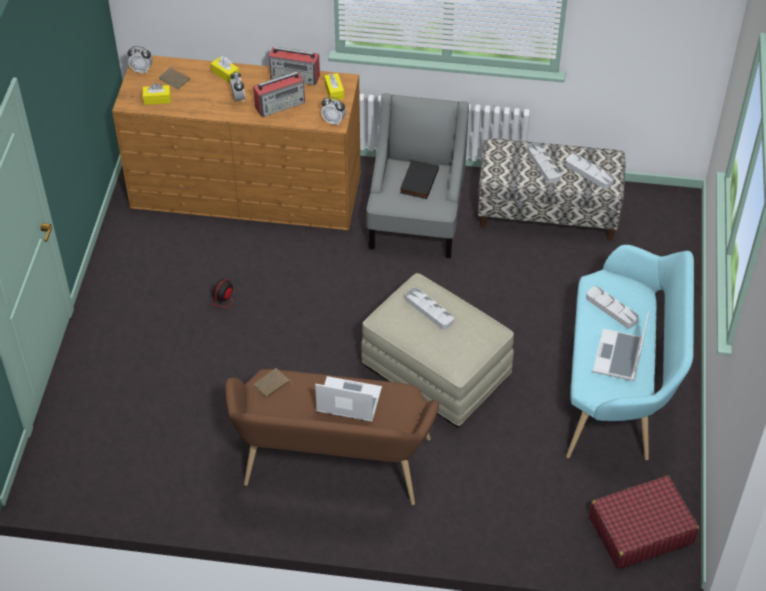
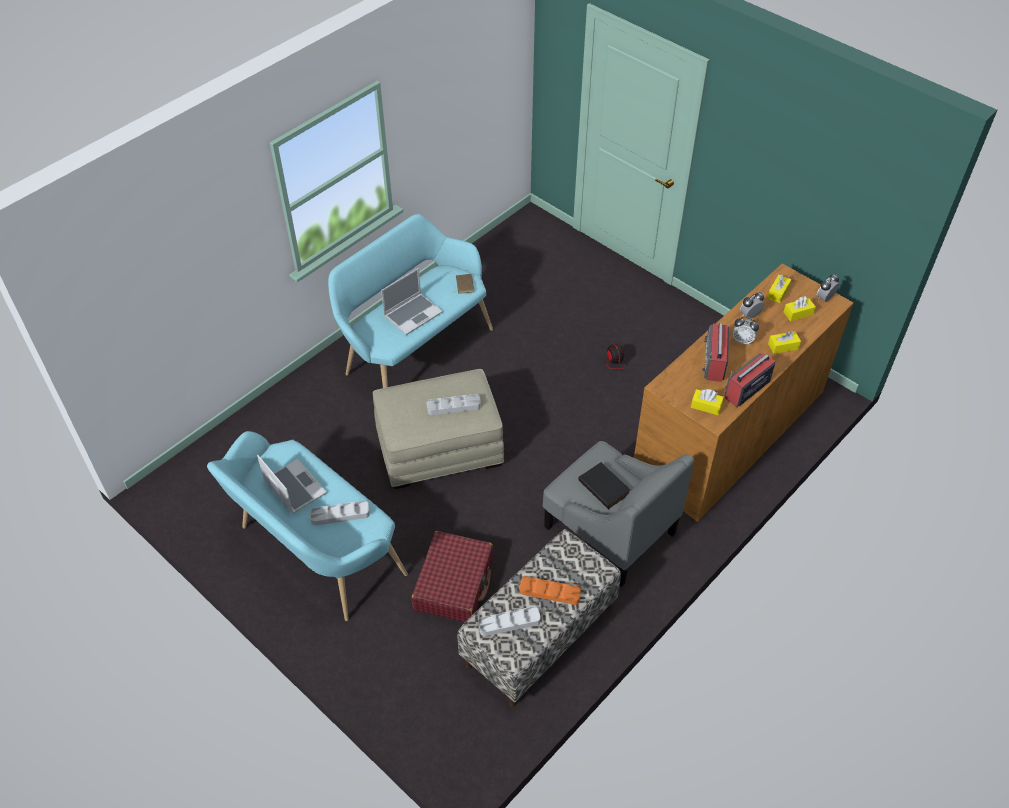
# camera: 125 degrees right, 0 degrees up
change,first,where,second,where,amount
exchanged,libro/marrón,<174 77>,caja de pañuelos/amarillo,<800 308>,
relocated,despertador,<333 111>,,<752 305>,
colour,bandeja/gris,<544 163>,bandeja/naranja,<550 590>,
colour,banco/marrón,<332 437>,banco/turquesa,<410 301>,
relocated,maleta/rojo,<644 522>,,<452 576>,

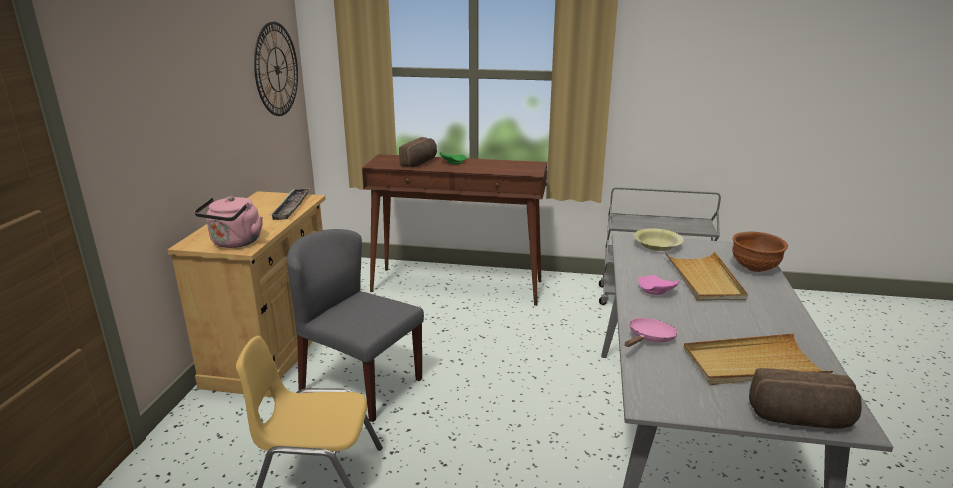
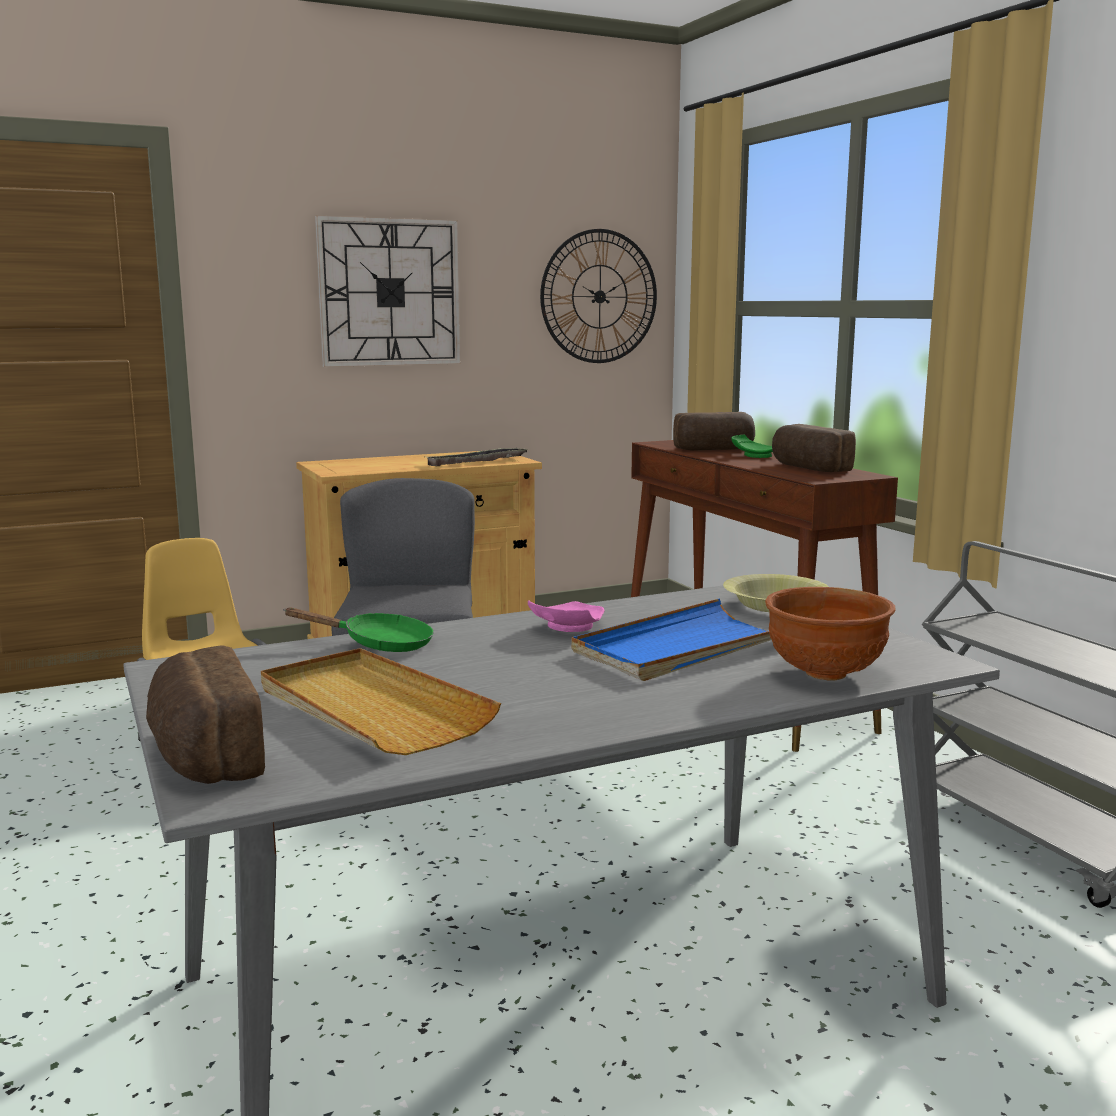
# camera: 55 degrees right, 10 degrees down
change,first,where,second,where,amount
missing,hervidor/rosa,<228 222>,,,
colour,bandeja/beis,<706 276>,bandeja/azul,<671 640>,
colour,sartén/rosa,<651 332>,sartén/verde,<358 629>,
appeared,,,reloj de pared,<388 291>,
appeared,,,pan,<814 448>,

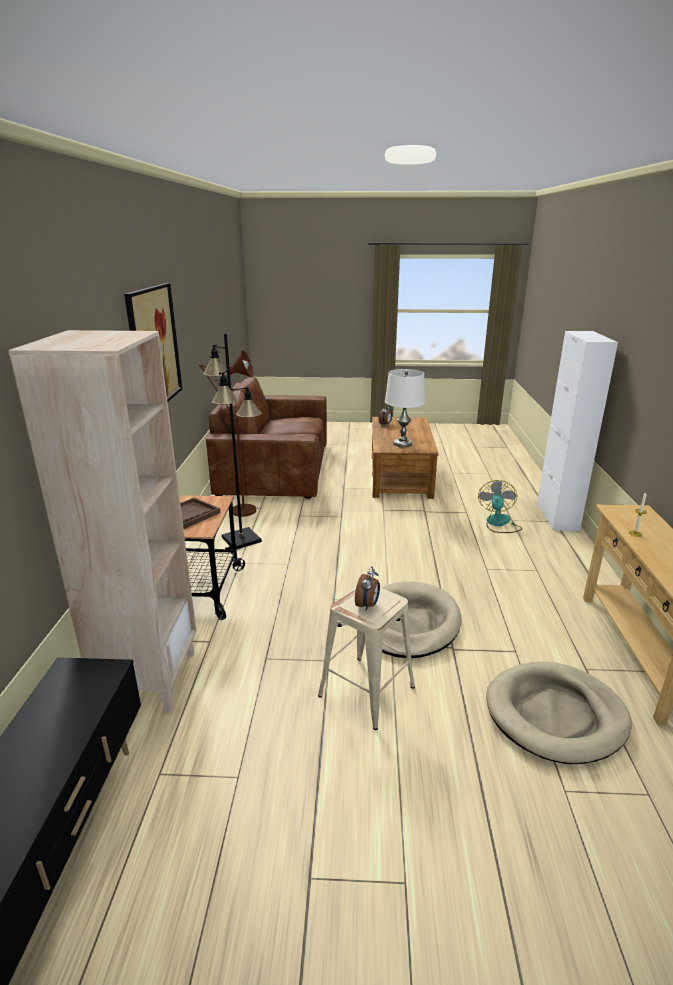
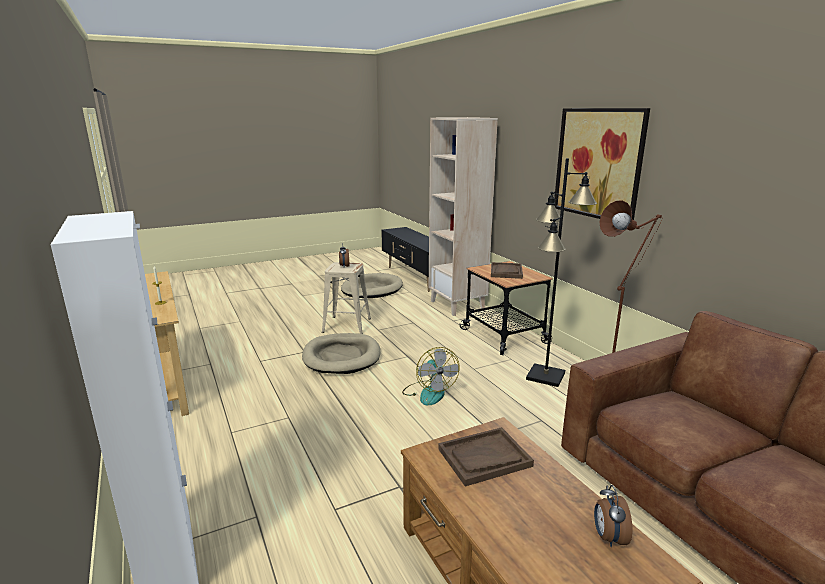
# camera: 150 degrees right, 5 degrees down
change,first,where,second,where,amount
exchanged,lámpara de mesa/blanco,<405 408>,bandeja/marrón,<486 456>,
relocated,ventilador,<500 506>,,<430 376>,
relocated,cama para perro/beis,<559 713>,,<372 285>,

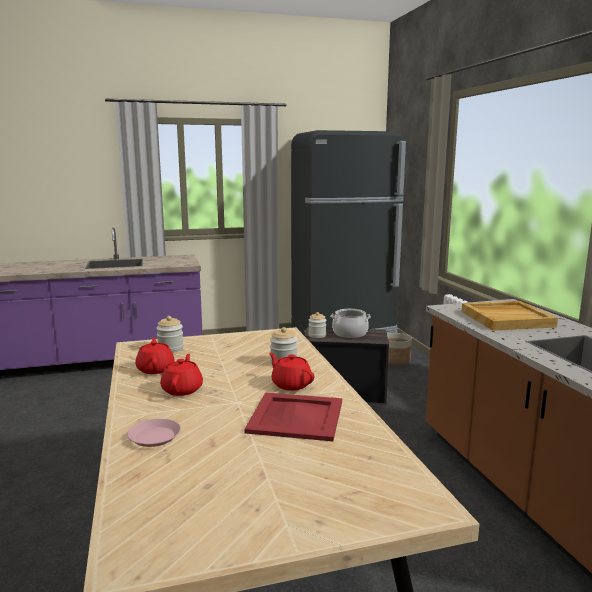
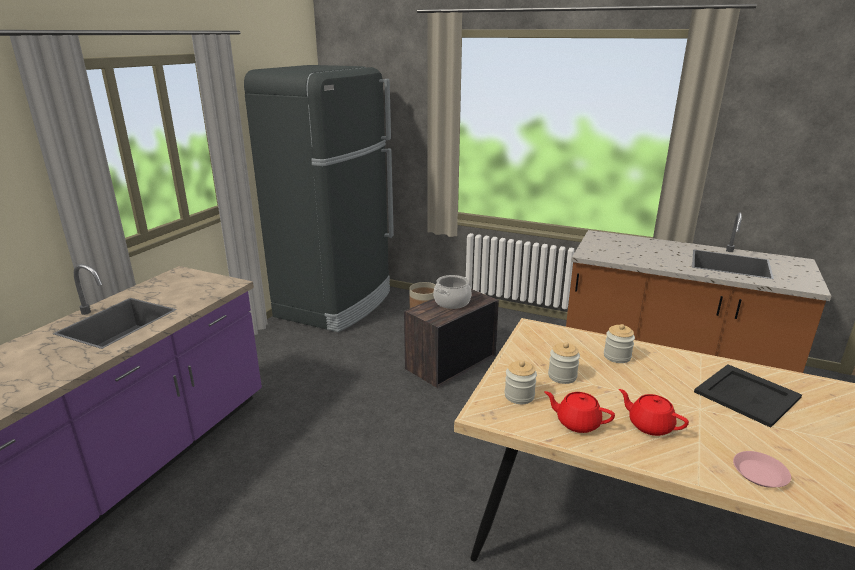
# camera: 50 degrees left, 10 degrees up
change,first,where,second,where,amount
missing,bandeja/beis,<510 316>,,,
relocated,tarro,<317 325>,,<564 363>,
missing,tetera/rojo,<291 372>,,,
colour,bandeja/rojo,<293 416>,bandeja/negro,<748 396>,

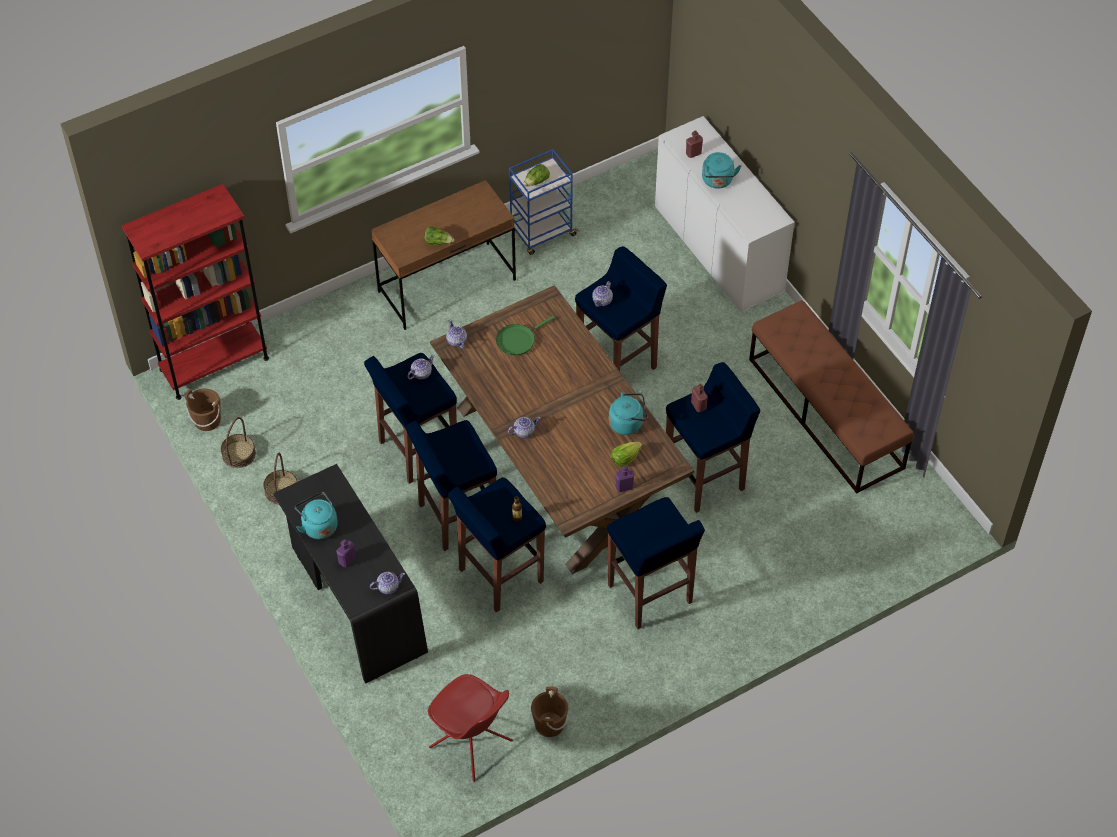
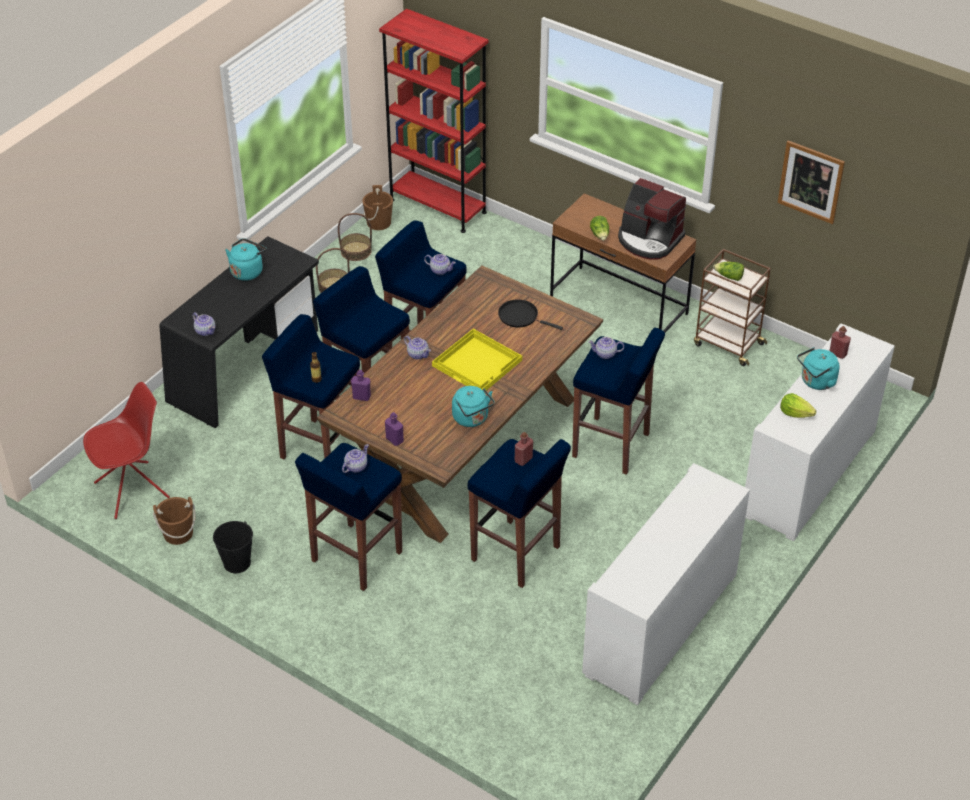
# camera: 65 degrees right, 10 degrees down
change,first,where,second,where,amount
colour,carrito/azul,<543 202>,carrito/marrón,<732 307>,
exchanged,banco/marrón,<831 397>,armario/blanco,<666 584>,
colour,sartén/verde,<525 336>,sartén/negro,<530 314>,
relocated,tetera,<456 334>,,<355 458>,
relocated,lechuga,<626 454>,,<798 405>,
relocated,botella/morado,<346 553>,,<361 385>,
spun,silla/rojo,<470 728>,,<126 450>,135 degrees counterclockwise
appeared,,,cuadro,<811 182>,
appeared,,,cafetera,<652 218>,
appeared,,,bandeja/amarillo,<477 359>,
appeared,,,cubo/negro,<233 547>,

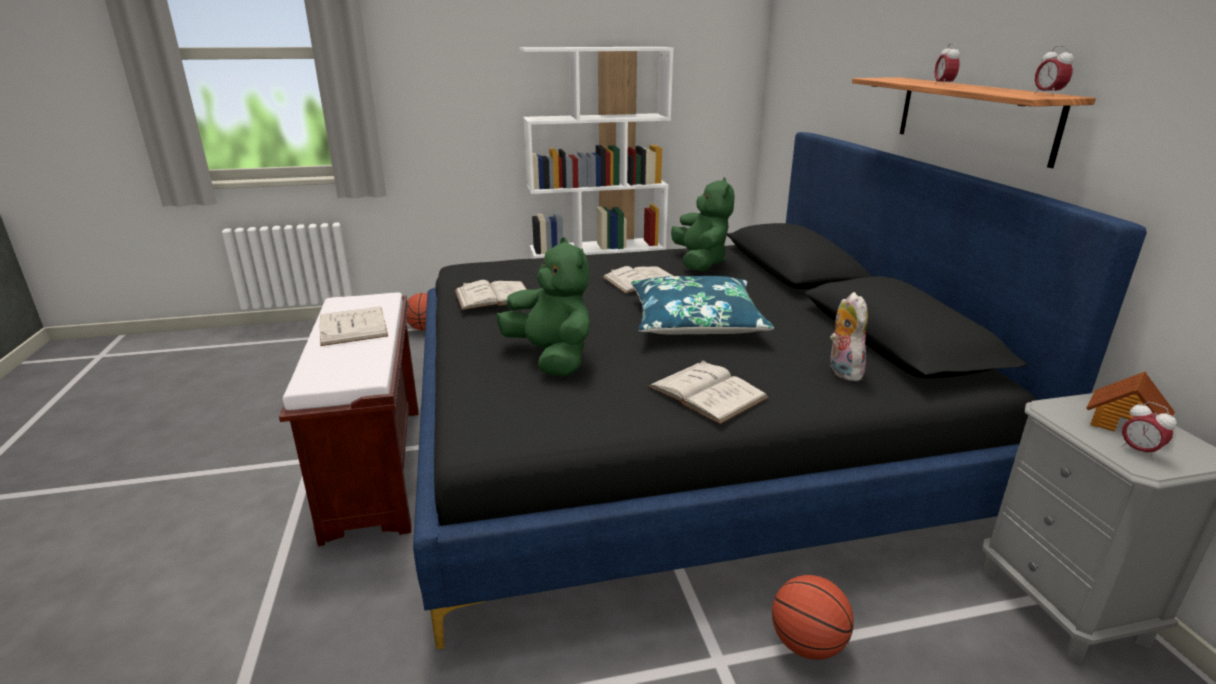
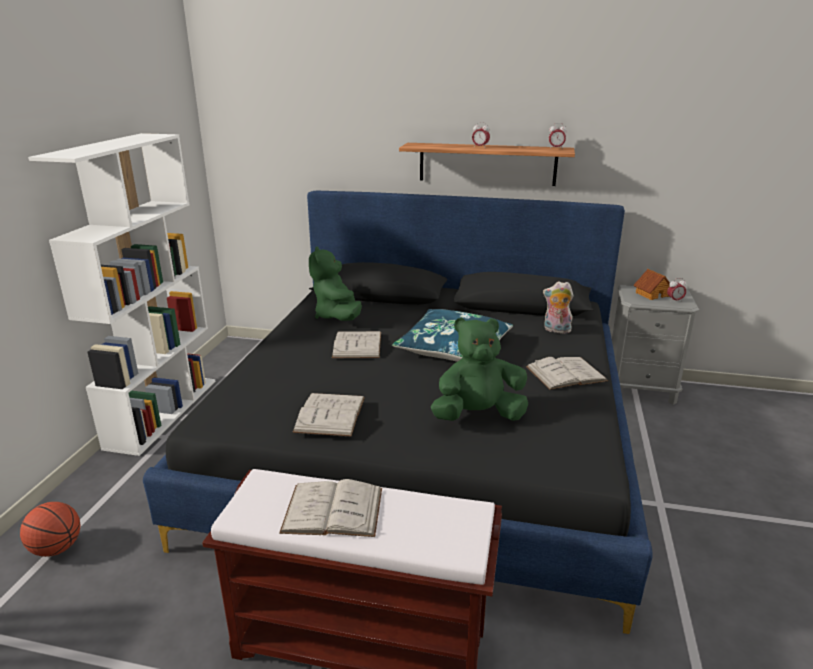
# camera: 65 degrees left, 0 degrees up
change,first,where,second,where,amount
spun,peluche/verde,<703 224>,,<335 283>,120 degrees counterclockwise
missing,balón de baloncesto,<813 617>,,,

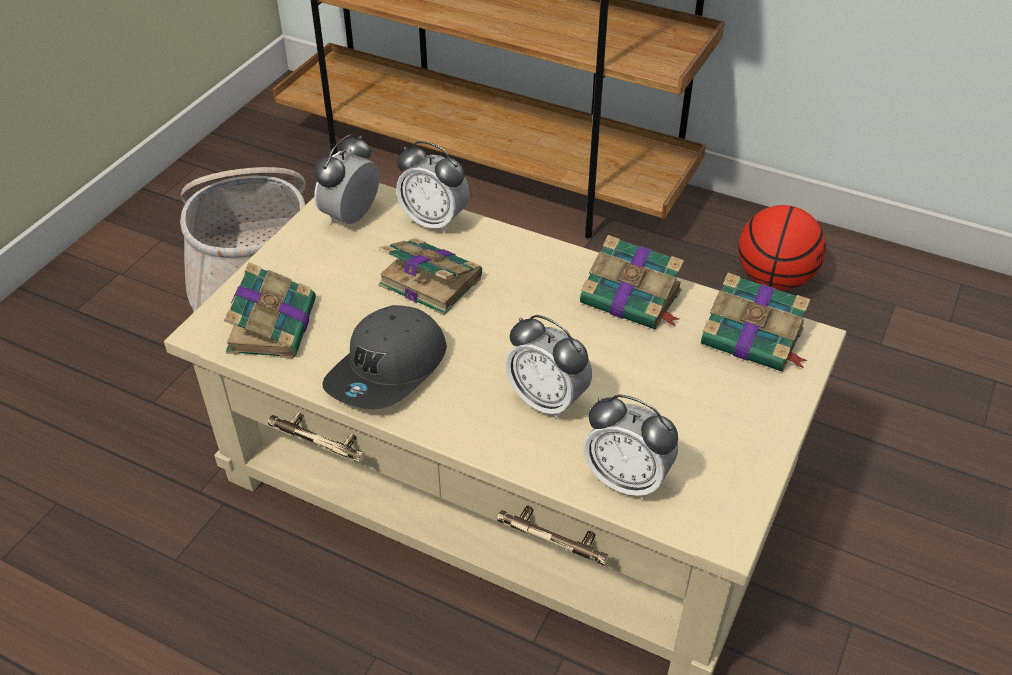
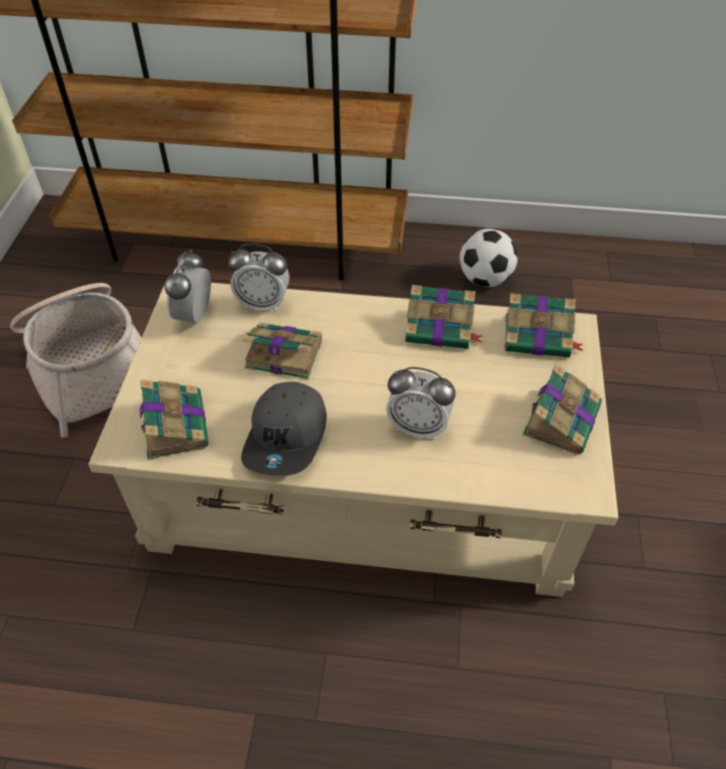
# camera: 20 degrees left, 5 degrees up
change,first,where,second,where,amount
exchanged,balón de baloncesto,<782 247>,balón de fútbol,<489 258>,
missing,despertador,<631 447>,,,
appeared,,,libro,<562 409>,

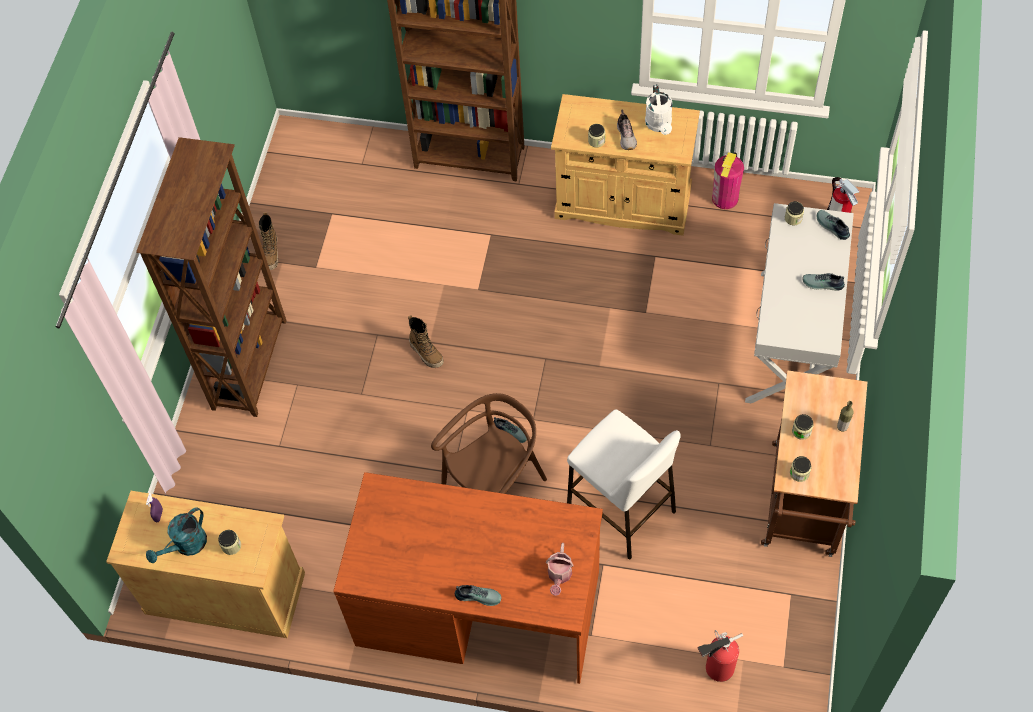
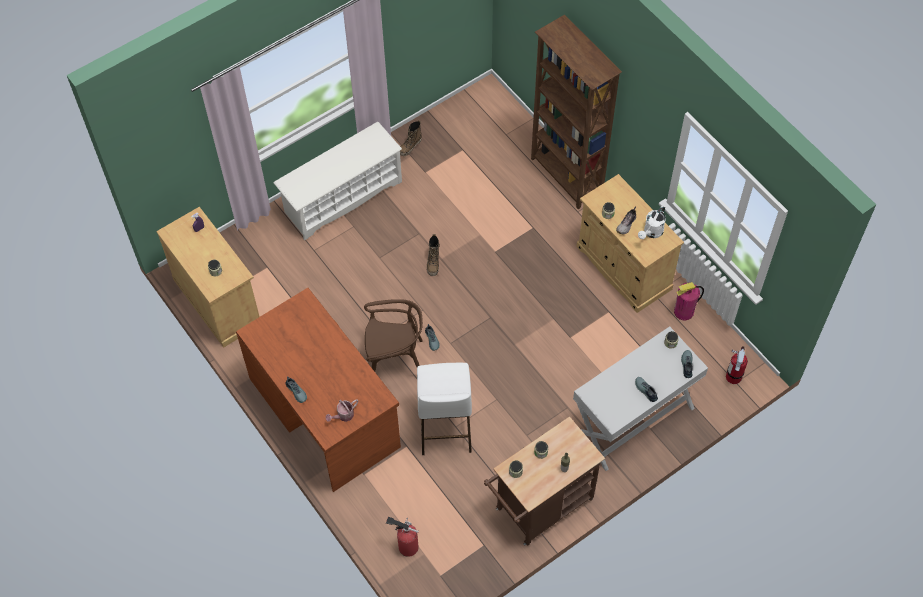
# camera: 40 degrees right, 0 degrees up
change,first,where,second,where,amount
exchanged,estantería/marrón,<211 277>,zapatero/blanco,<338 181>,
missing,regadera/turquesa,<176 535>,,,

